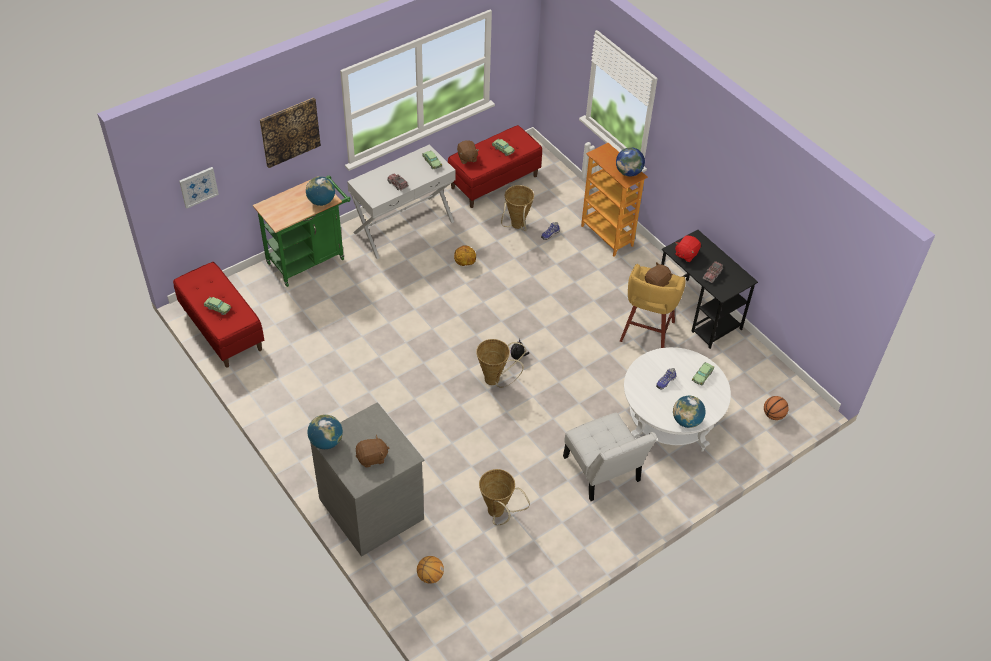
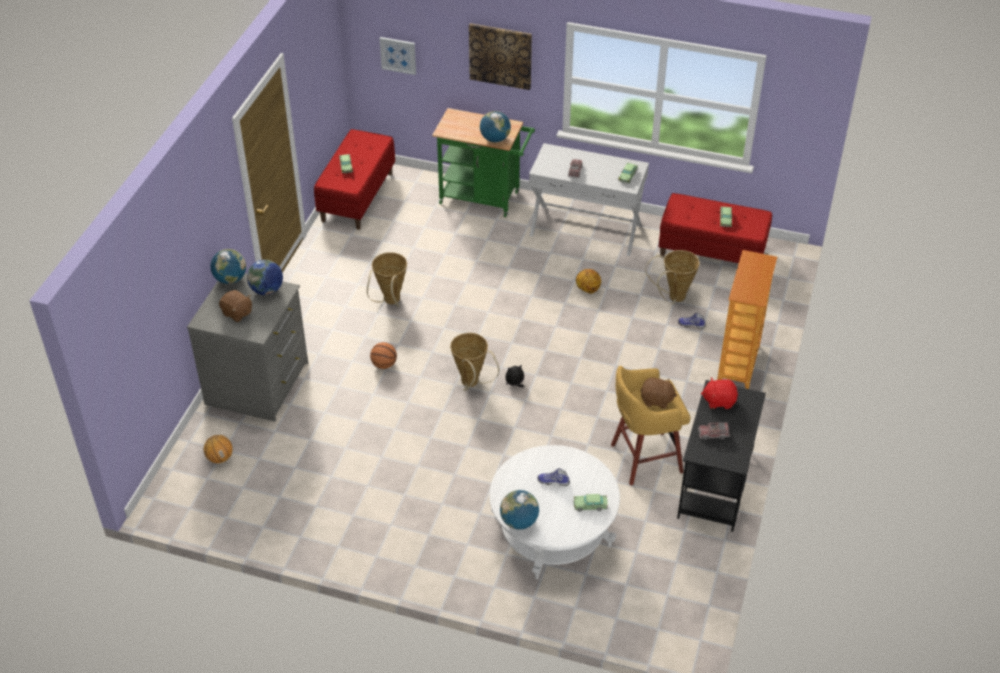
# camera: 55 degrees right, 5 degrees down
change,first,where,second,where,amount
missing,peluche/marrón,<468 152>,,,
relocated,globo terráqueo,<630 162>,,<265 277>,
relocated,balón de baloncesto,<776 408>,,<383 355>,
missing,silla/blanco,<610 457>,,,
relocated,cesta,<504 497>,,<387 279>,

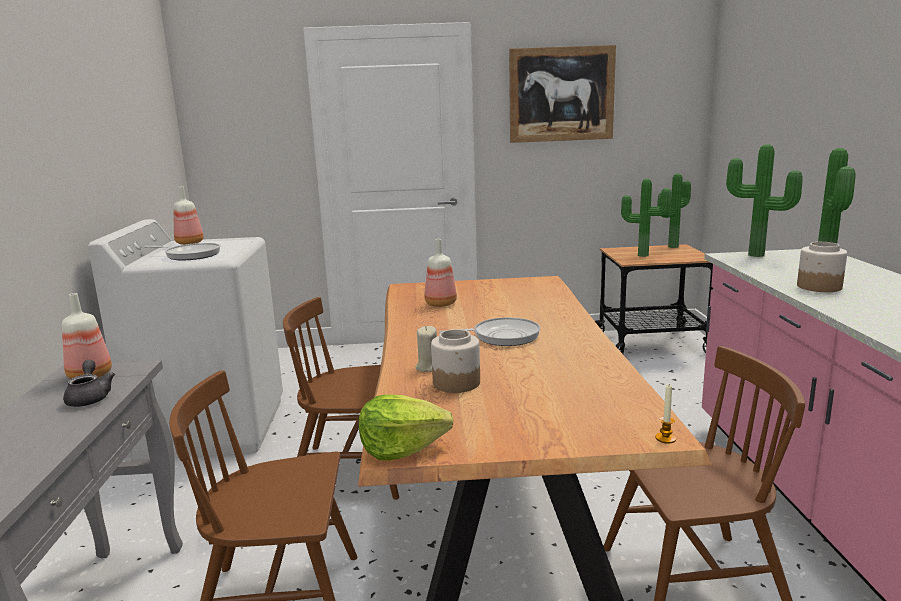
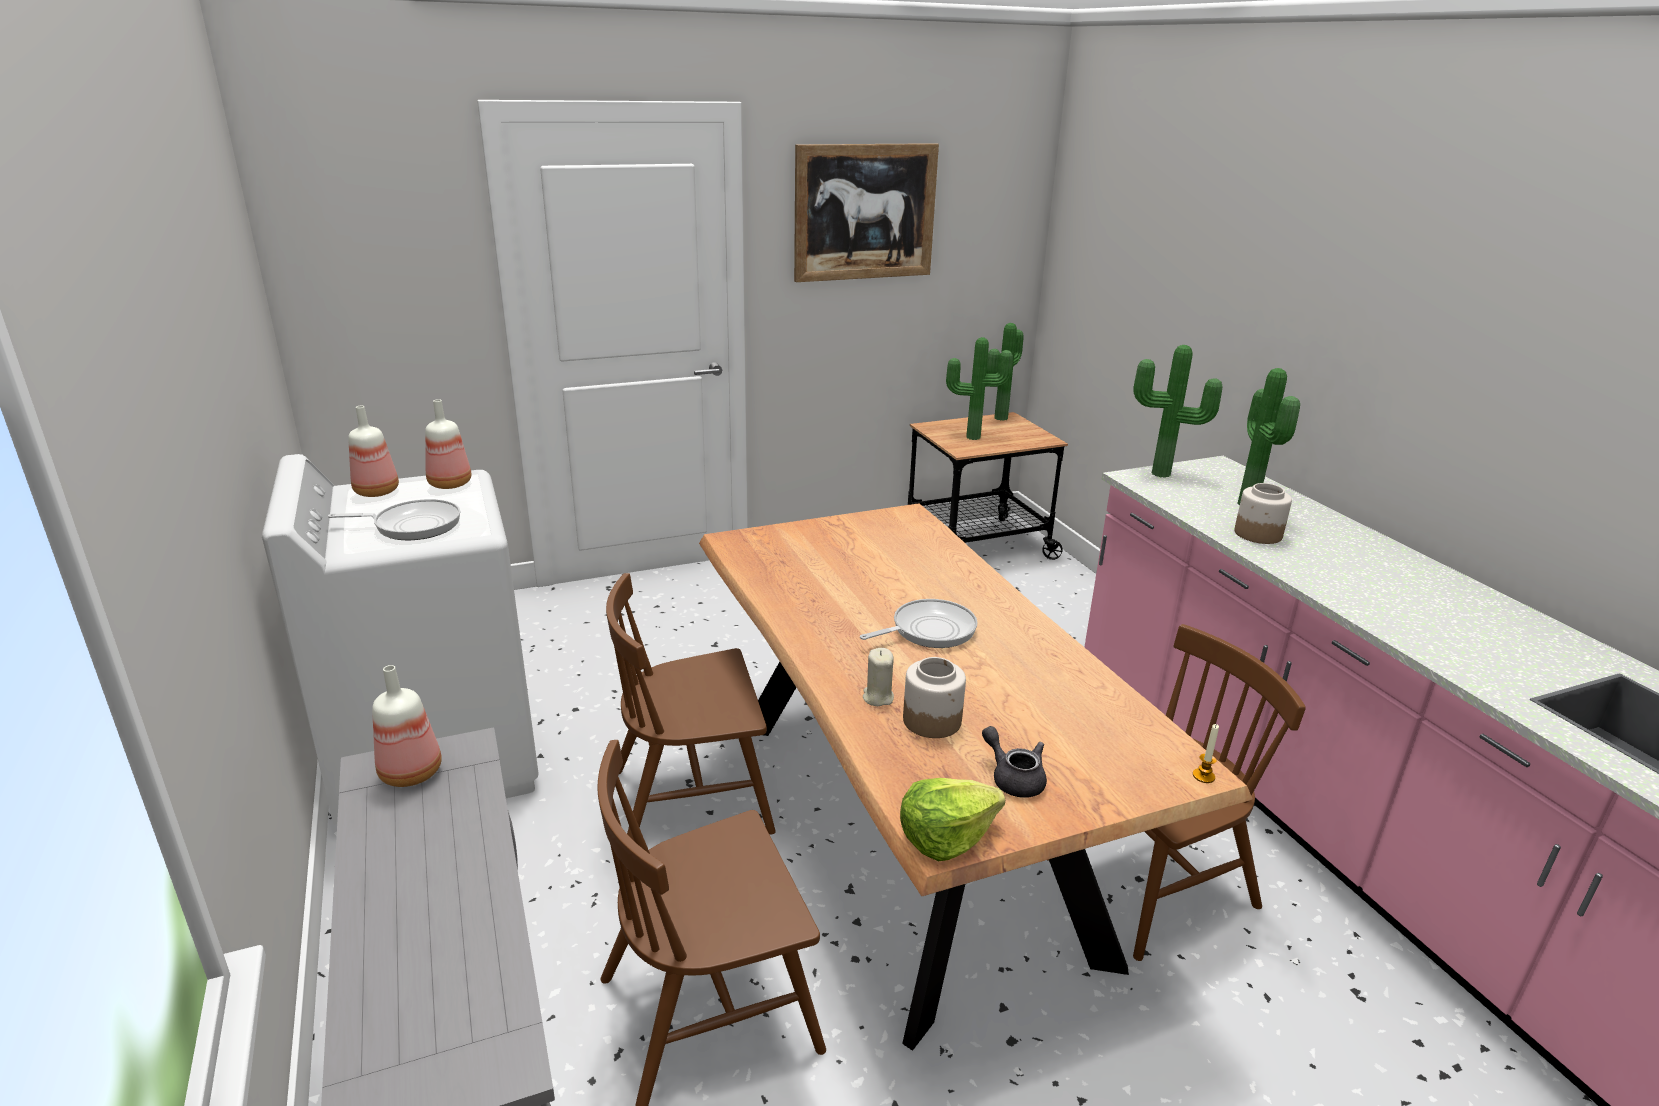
# camera: 20 degrees left, 10 degrees up
change,first,where,second,where,amount
relocated,botella,<440 273>,,<448 444>,
relocated,tetera/gris,<89 383>,,<1014 762>,

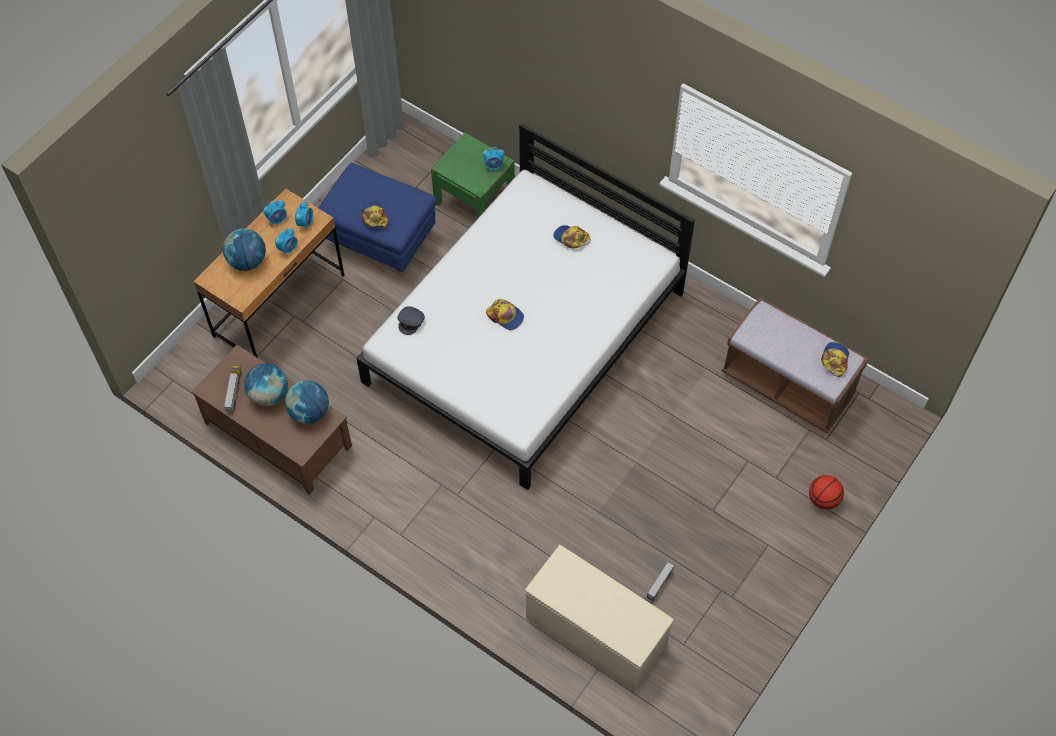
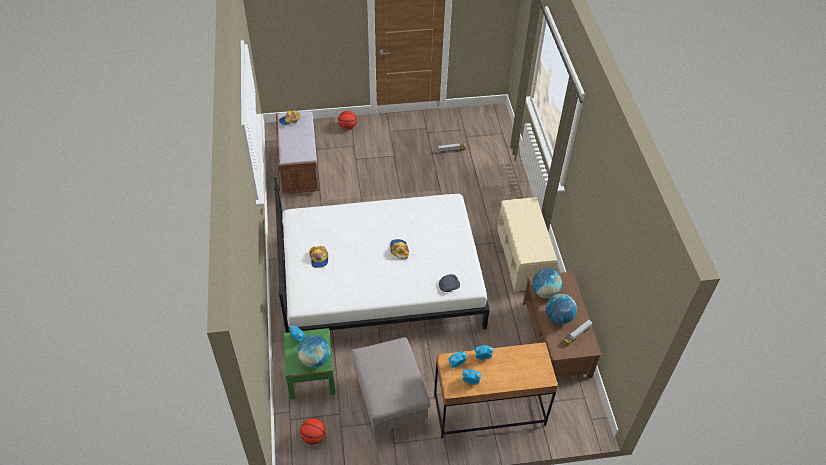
# camera: 135 degrees left, 10 degrees down
change,first,where,second,where,amount
colour,puf/azul,<377 217>,puf/gris,<390 385>,
missing,gorra,<374 215>,,,
relocated,globo terráqueo,<244 249>,,<314 351>,
relocated,banco/beis,<599 618>,,<527 244>,
appeared,,,balón de baloncesto,<313 431>,

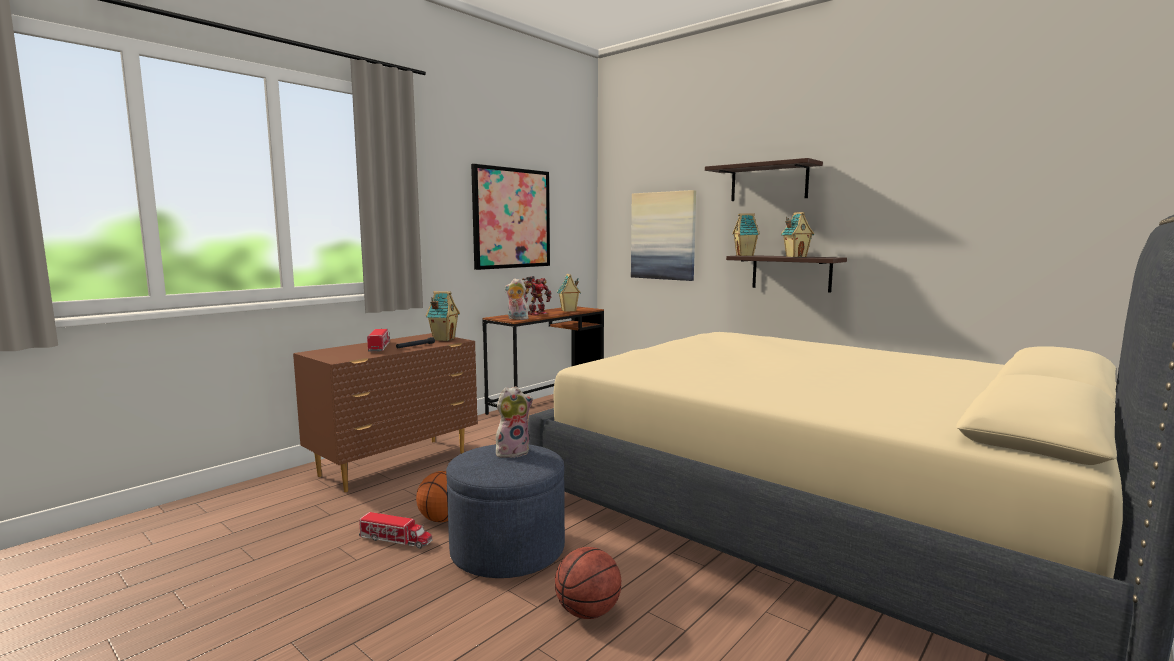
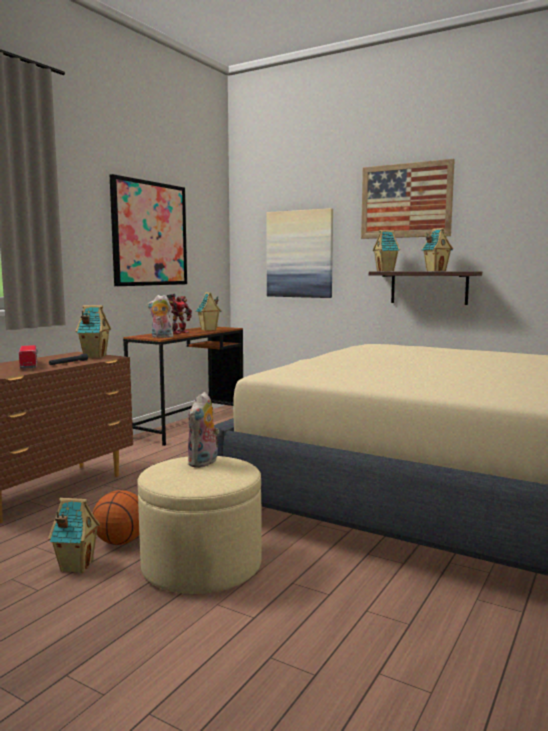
# camera: 10 degrees left, 0 degrees up
change,first,where,second,where,amount
exchanged,estante,<764 179>,cuadro,<408 199>,
spun,peluche,<514 422>,,<203 430>,150 degrees clockwise
colour,puf/azul,<505 511>,puf/beis,<199 525>,
exchanged,camión de juguete,<395 530>,casita,<74 535>,
missing,balón de baloncesto,<588 583>,,,

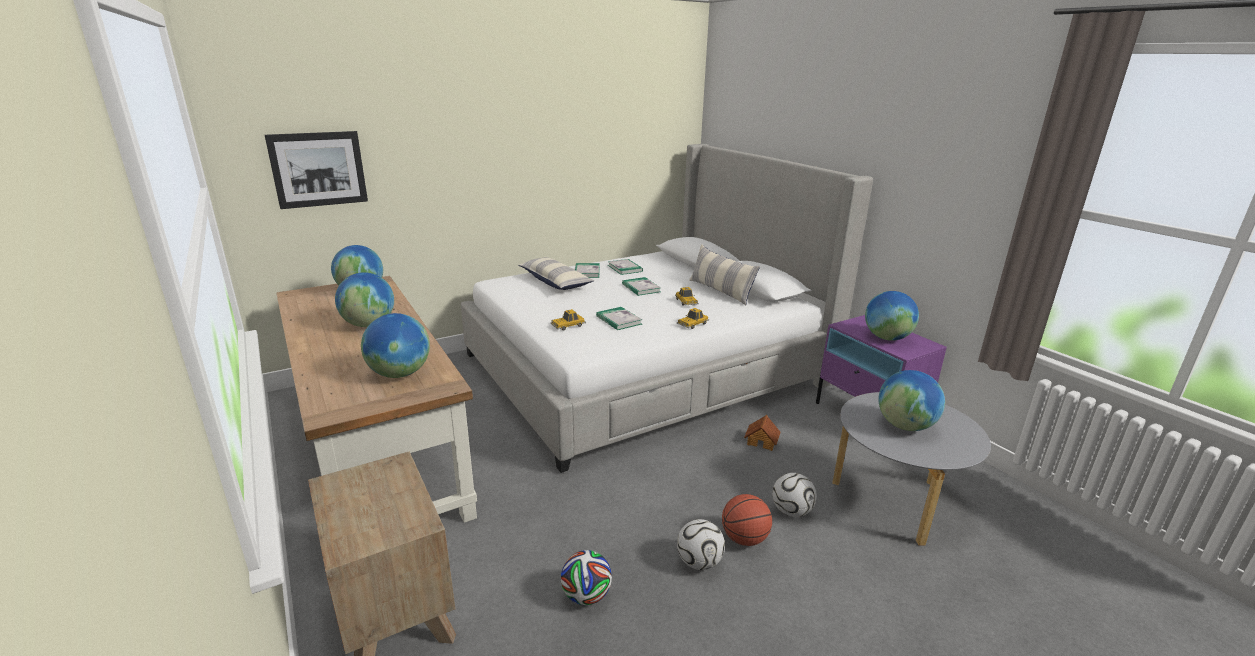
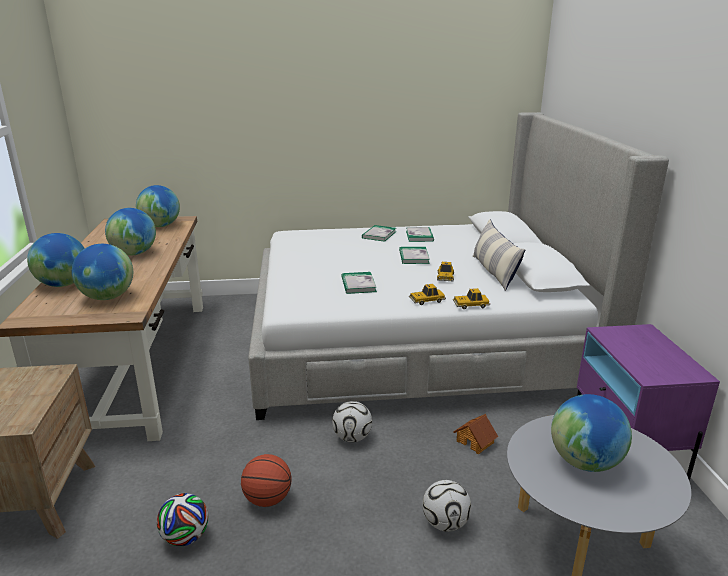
# camera: 25 degrees right, 0 degrees up
change,first,where,second,where,amount
missing,cuadro,<316 170>,,,
missing,cojín,<556 273>,,,
relocated,globo terráqueo,<892 316>,,<56 260>,
relocated,coche de juguete,<568 319>,,<471 298>,
relocated,balón de baloncesto,<747 520>,,<266 480>,
relocated,balón de fútbol,<701 544>,,<352 421>,

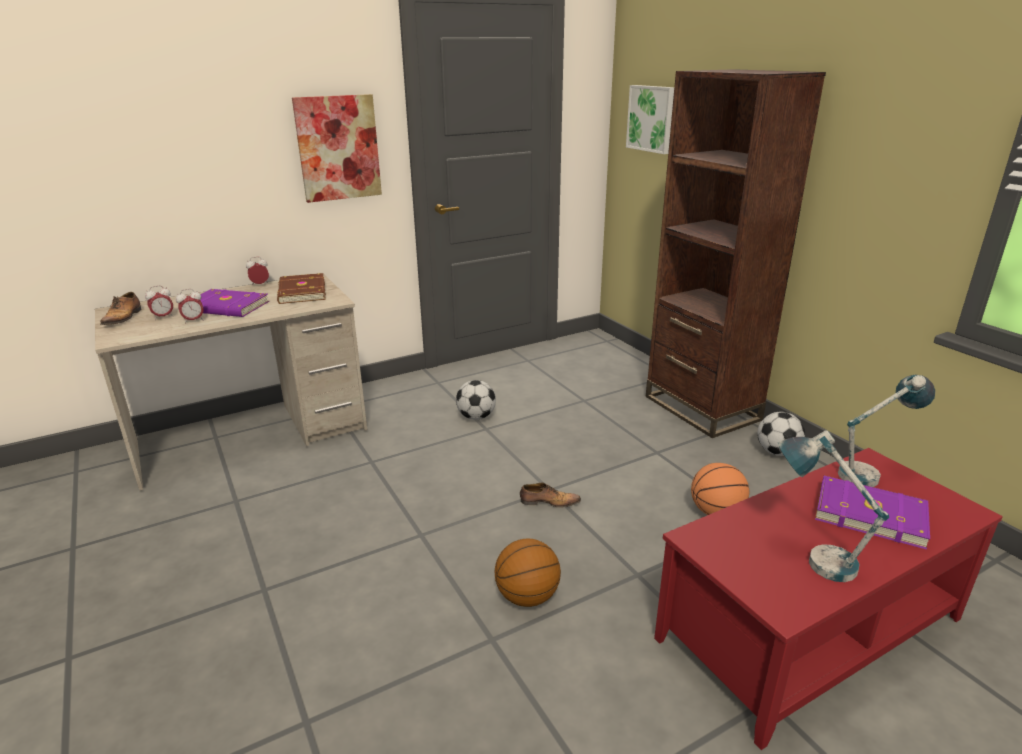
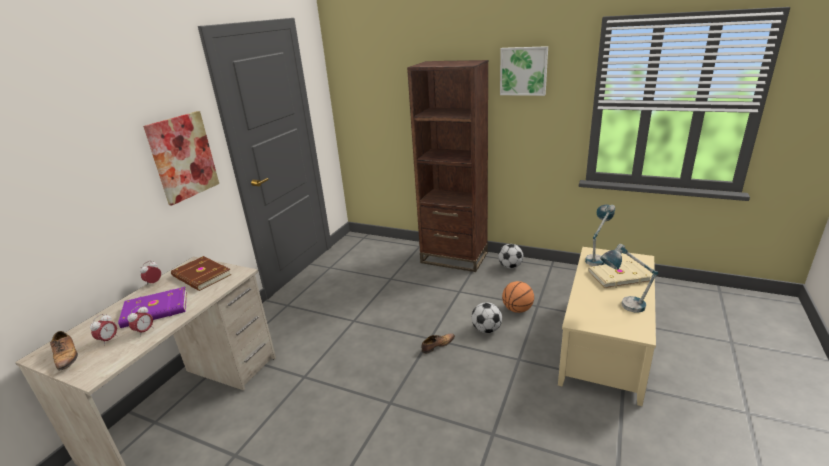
# camera: 35 degrees left, 0 degrees up
change,first,where,second,where,amount
relocated,cuadro,<650 119>,,<524 71>,
relocated,balón de fútbol,<476 400>,,<486 317>,
colour,mesa de centro/rojo,<828 599>,mesa de centro/beis,<607 326>,
colour,libro/morado,<872 512>,libro/beis,<619 275>,
missing,balón de baloncesto,<528 573>,,,

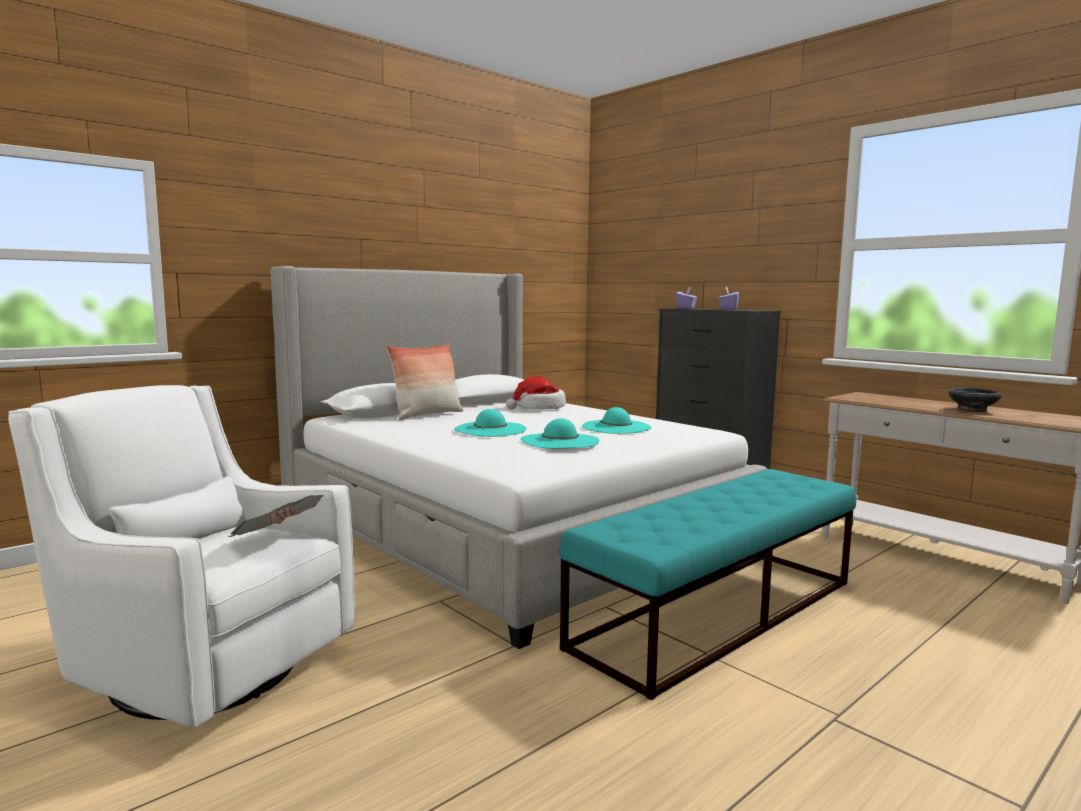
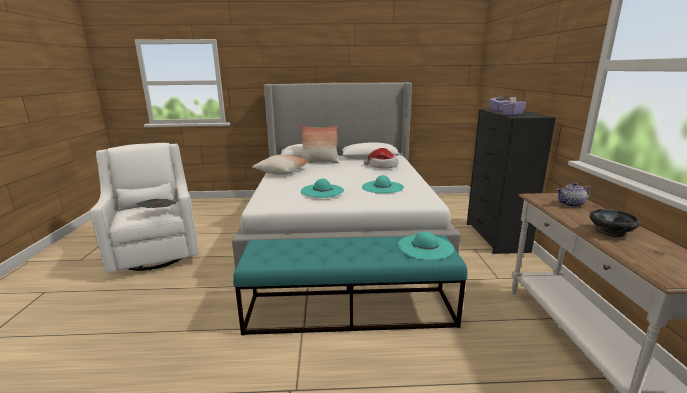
# camera: 40 degrees right, 10 degrees up
change,first,where,second,where,amount
relocated,sombrero/turquesa,<490 423>,,<426 245>,
appeared,,,cojín,<281 165>,
appeared,,,tetera,<574 194>,

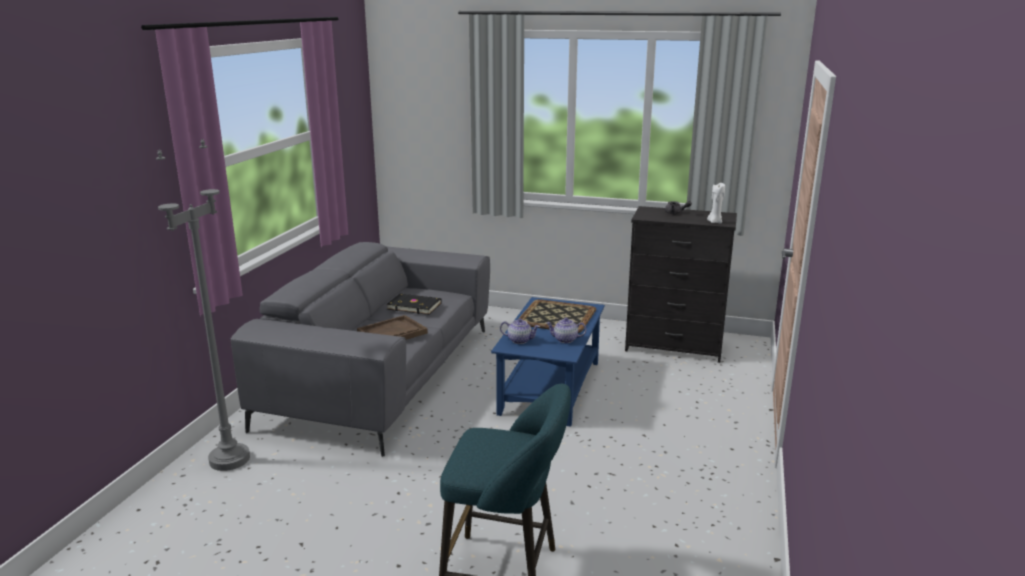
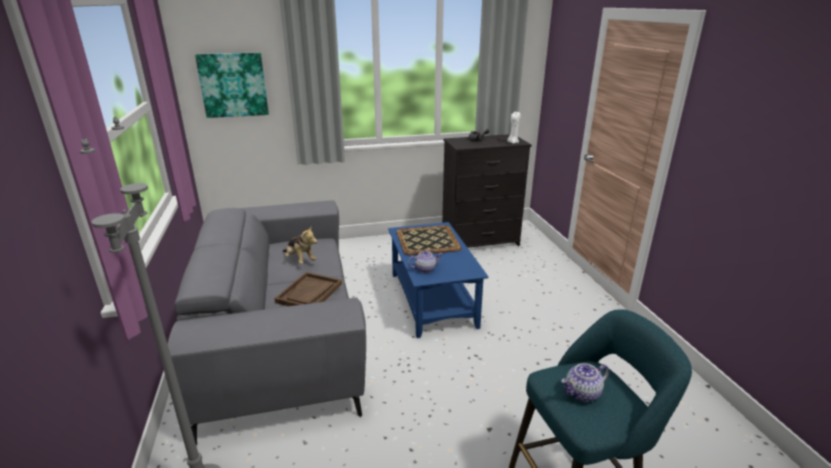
# camera: 30 degrees left, 5 degrees up
change,first,where,second,where,amount
exchanged,libro/negro,<414 304>,peluche,<300 245>,
relocated,tetera,<566 330>,,<585 382>,
appeared,,,cuadro,<232 85>,

